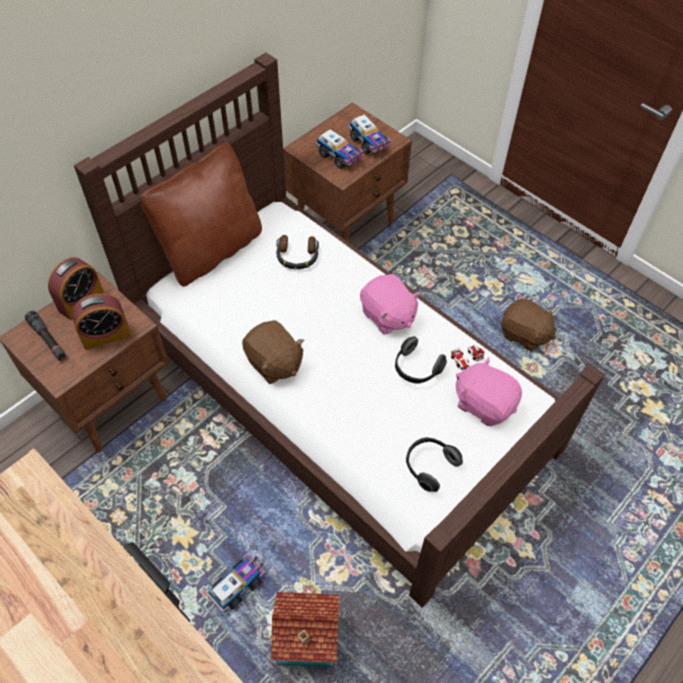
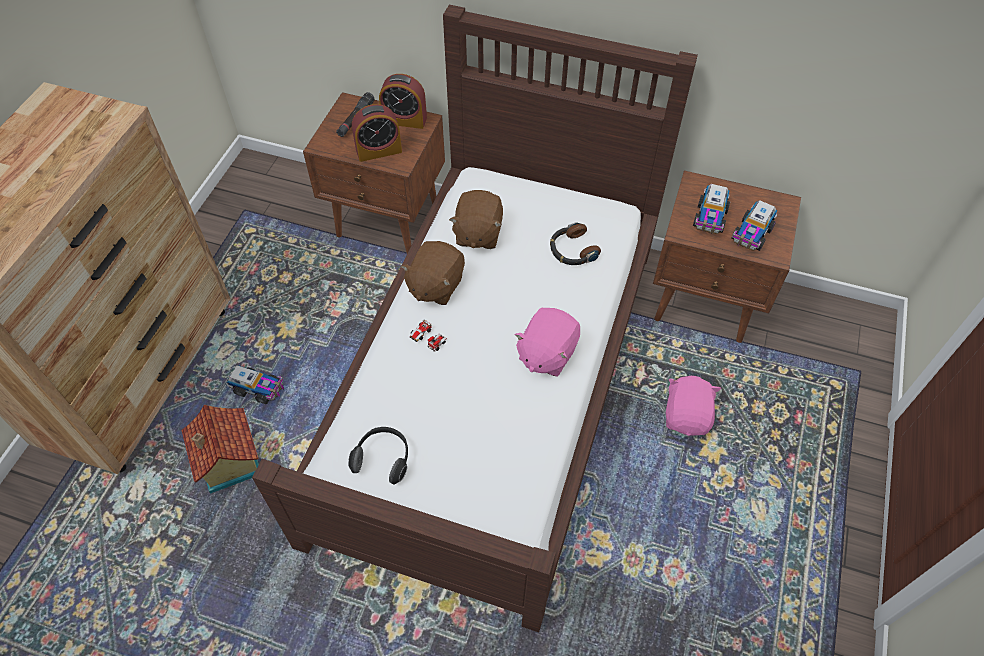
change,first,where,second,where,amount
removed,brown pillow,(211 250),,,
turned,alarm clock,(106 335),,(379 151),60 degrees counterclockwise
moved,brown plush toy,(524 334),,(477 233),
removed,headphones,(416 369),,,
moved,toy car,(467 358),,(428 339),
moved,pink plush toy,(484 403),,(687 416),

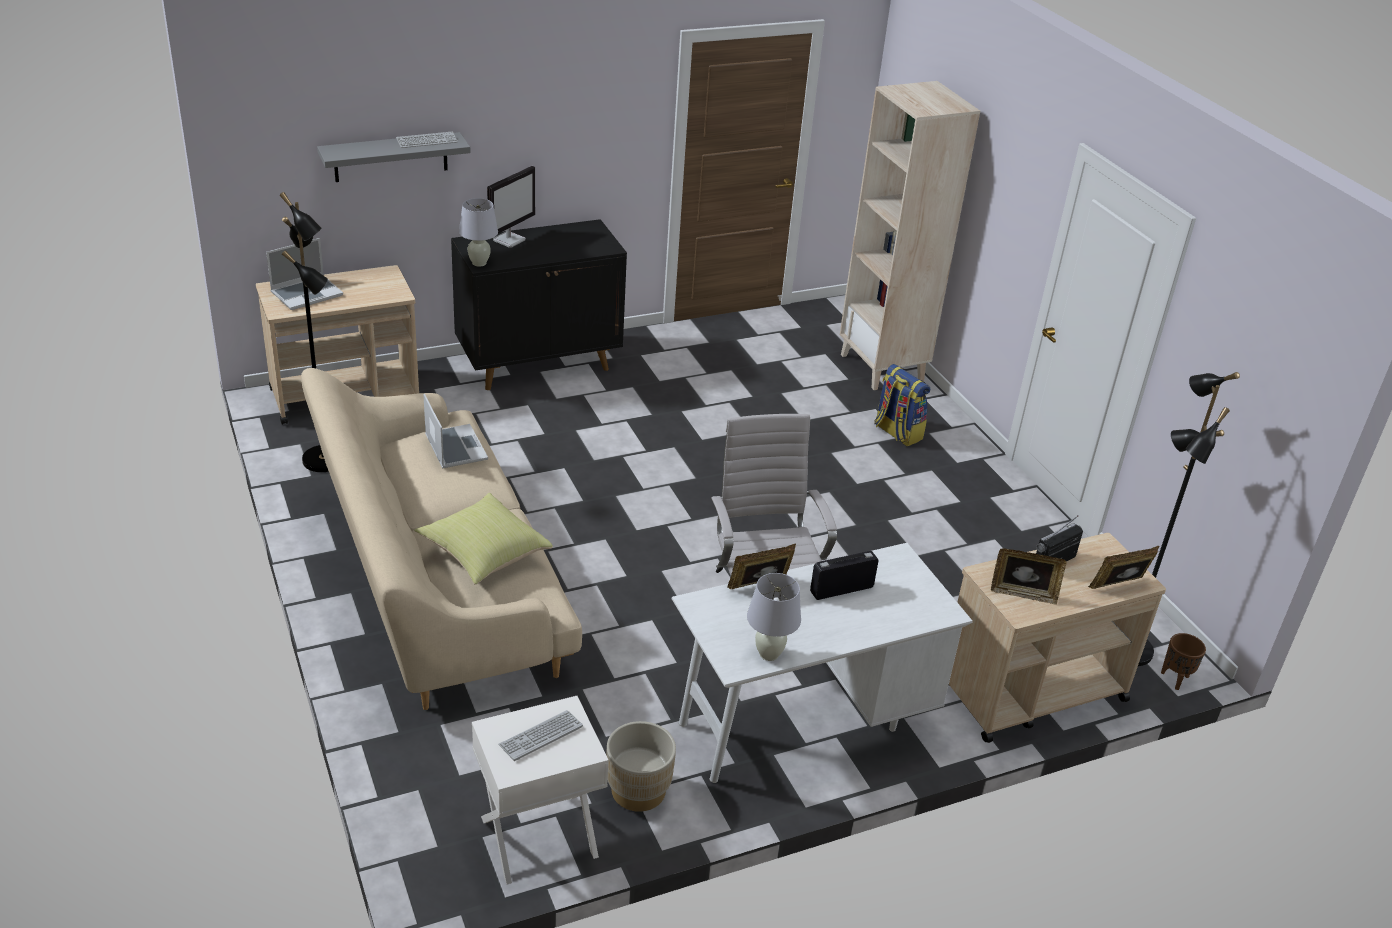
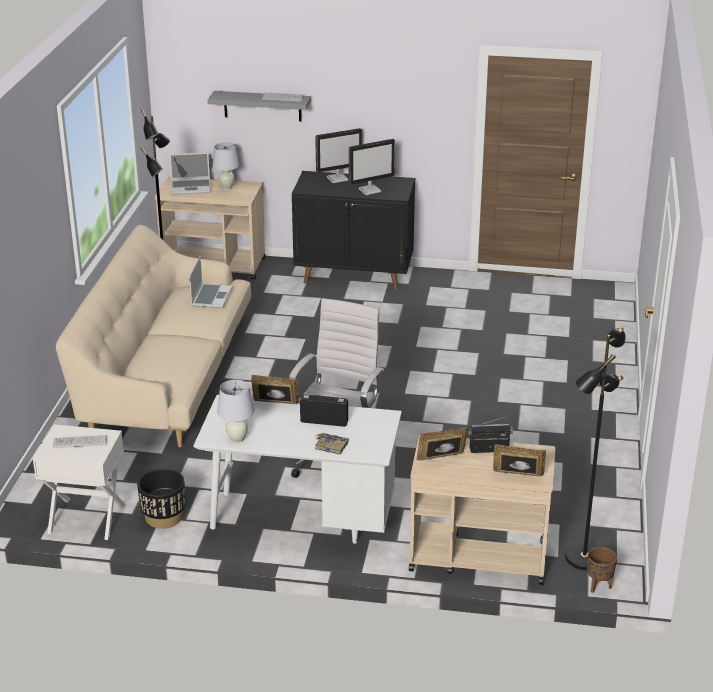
change,first,where,second,where,amount
removed,beige bookcase,(882 368),,,
moved,white table lamp,(479 263),,(227 187),
removed,backpack,(897 432),,,
removed,yellow pillow,(483 554),,,
turned,picture frame,(1023 594),,(441 459),120 degrees clockwise
recoloured,beige planter,(638 791),black planter,(164 517),
added,,,monitor,(370 190),
added,,,book,(331 445),

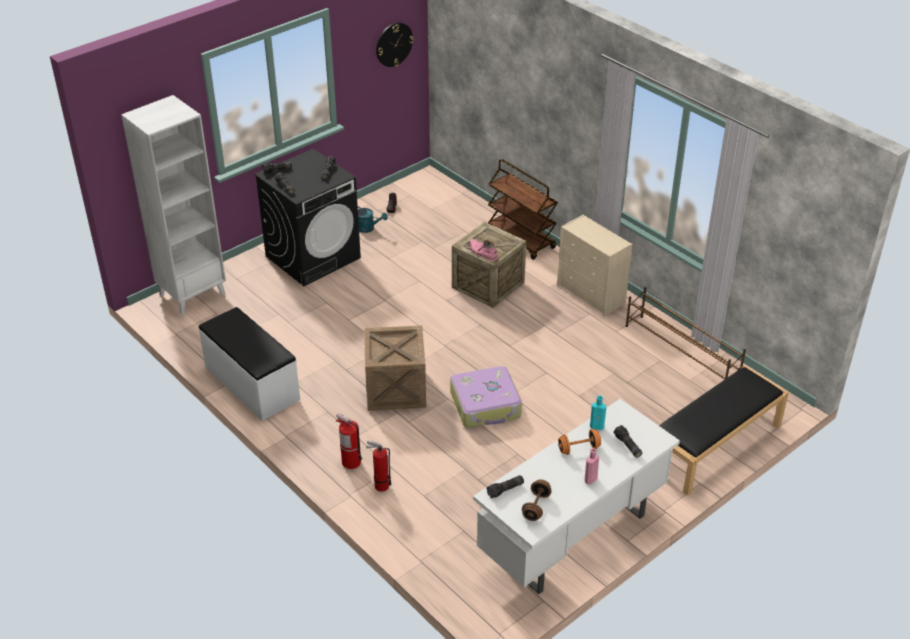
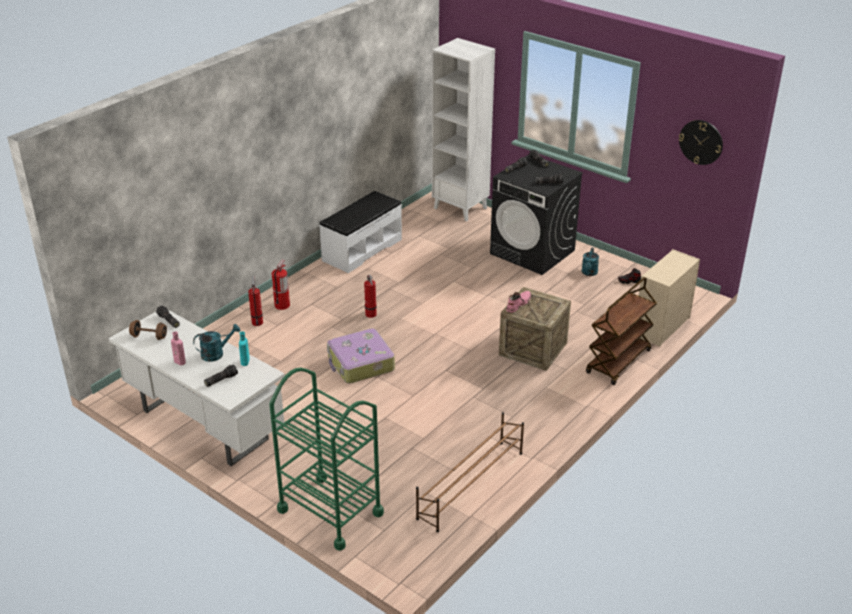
change,first,where,second,where,amount
moved,beige dresser,(591 295),,(661 327),
replaced,crate,(396 389),fire extinguisher,(371 315),
replaced,black bench,(714 445),green cart,(330 512),
replaced,orange dumbbell,(578 449),turquoise watering can,(216 353),

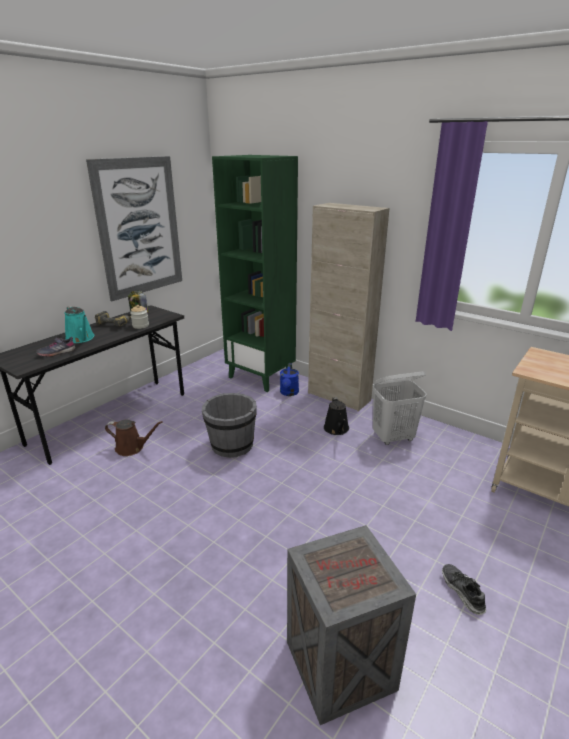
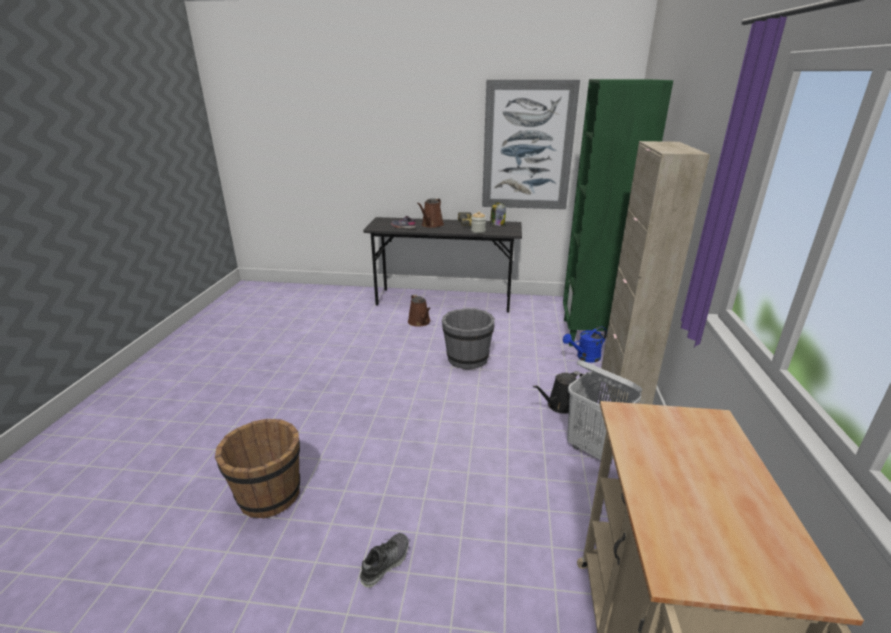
change,first,where,second,where,amount
recoloured,turquoise watering can,(81 339),brown watering can,(431 225),
replaced,crate,(337 664),brown bucket,(269 495),

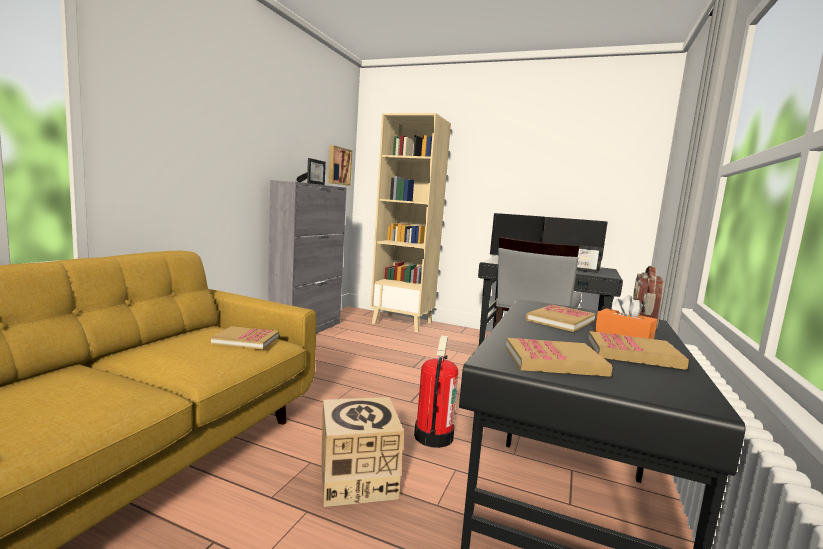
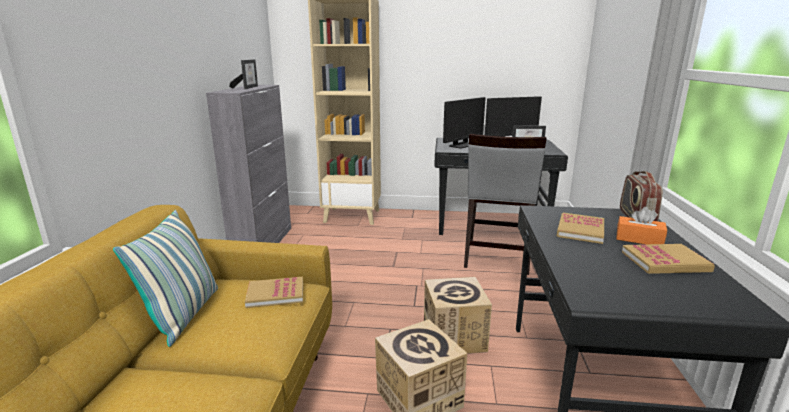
change,first,where,second,where,amount
removed,picture,(338 166),,,
replaced,fire extinguisher,(433 436),cardboard box,(454 337),
removed,book,(554 361),,,
added,,,pillow,(183 315),

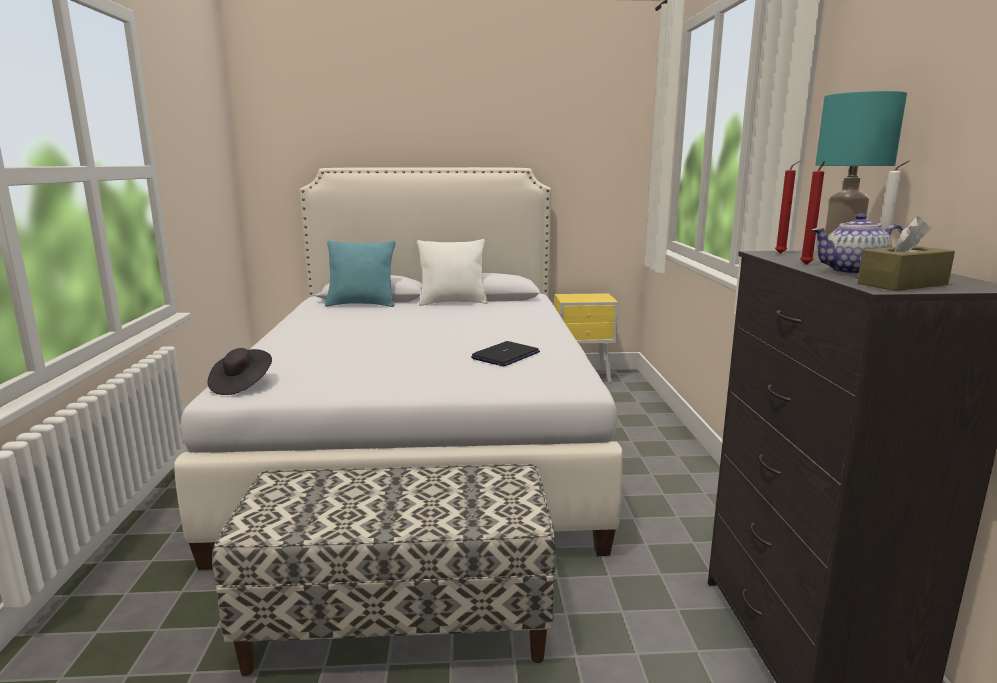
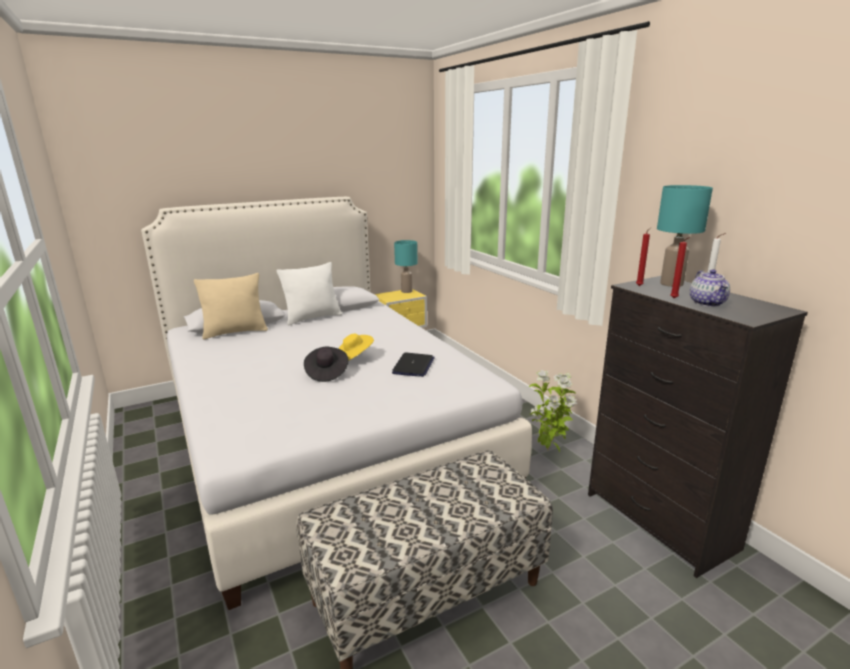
change,first,where,second,where,amount
turned,teapot,(853 272),,(707 303),60 degrees counterclockwise
removed,brown tissue box,(902 284),,,
recoloured,turquoise pillow,(361 304),beige pillow,(235 332),
moved,black hat,(241 385),,(326 373),
added,,,turquoise table lamp,(406 291),
added,,,yellow hat,(354 357),
added,,,potted plant,(549 451),

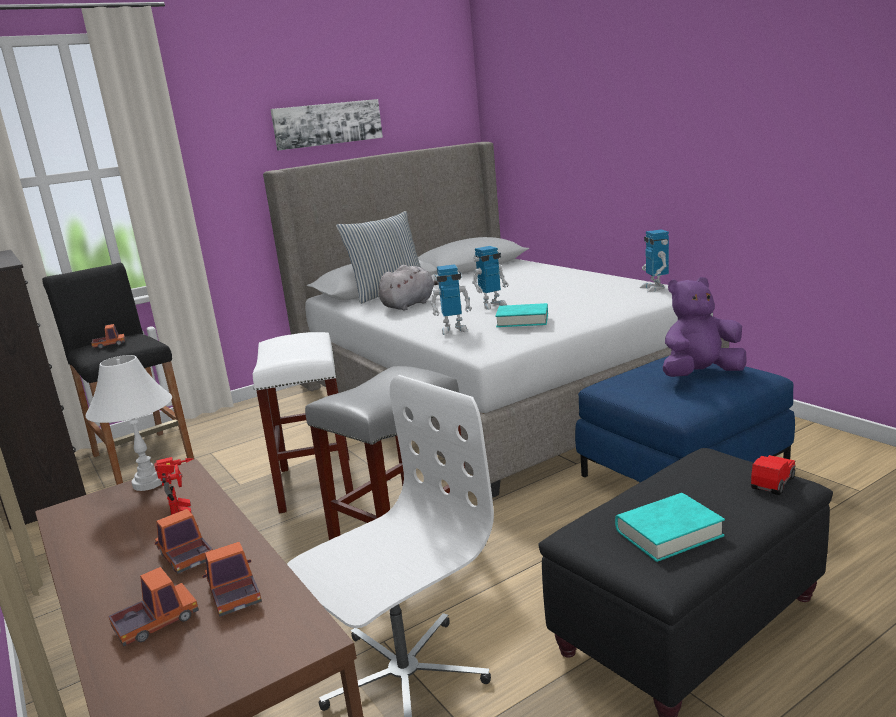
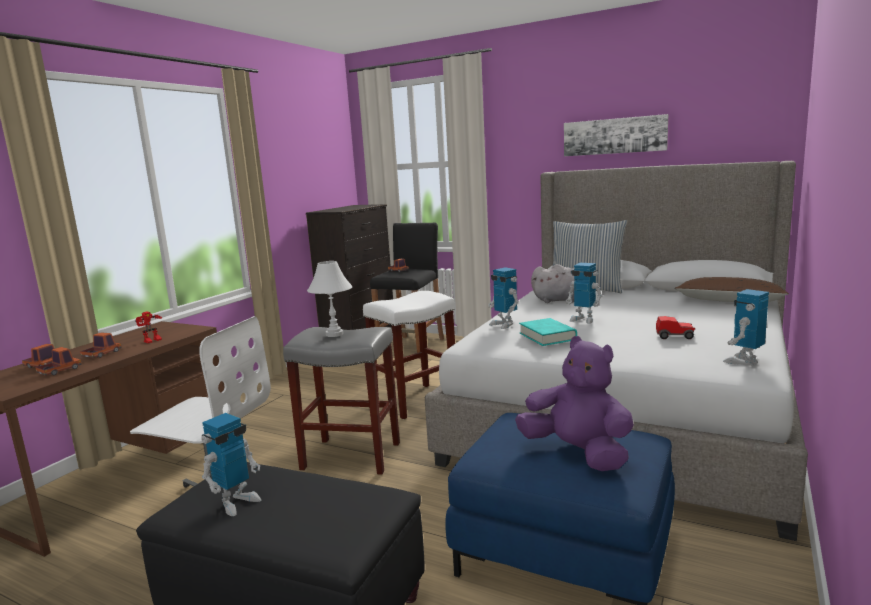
change,first,where,second,where,amount
moved,white table lamp,(148 483),,(334 334),
moved,toy car,(773 483),,(674 336),
replaced,turquoise book,(668 533),toy robot,(236 502),
added,,,brown pillow,(729 301),

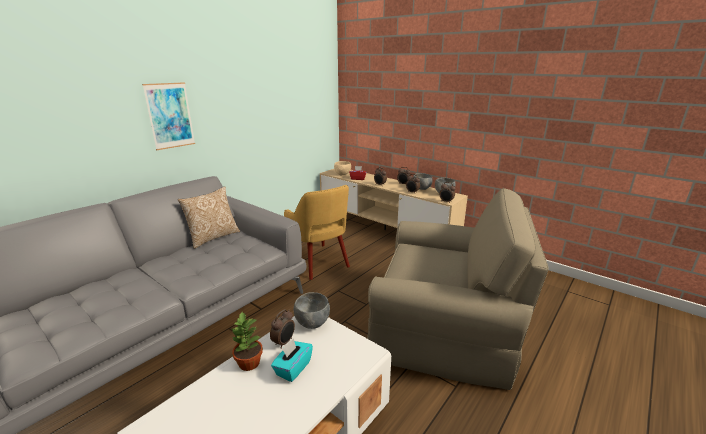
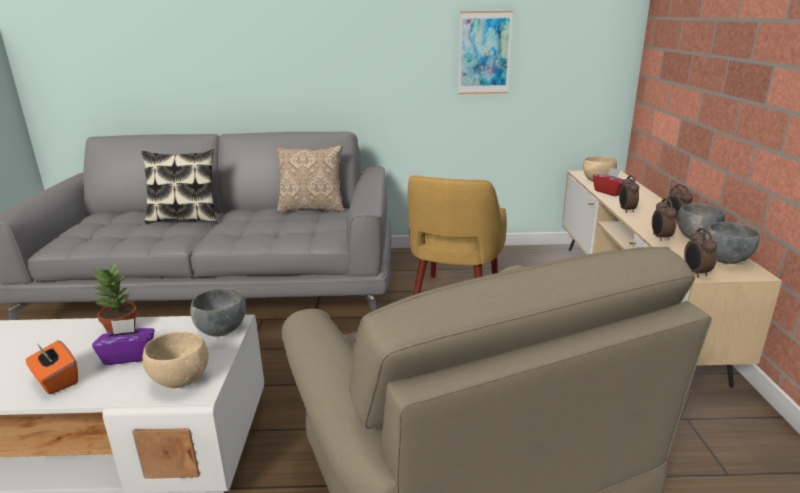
change,first,where,second,where,amount
moved,picture,(170 116),,(484 53),
removed,alarm clock,(284 342),,,
recoloured,turquoise tissue box,(293 368),purple tissue box,(129 356),
added,,,pillow,(185 218),
added,,,beige bowl,(180 381),
added,,,orange tissue box,(56 380),

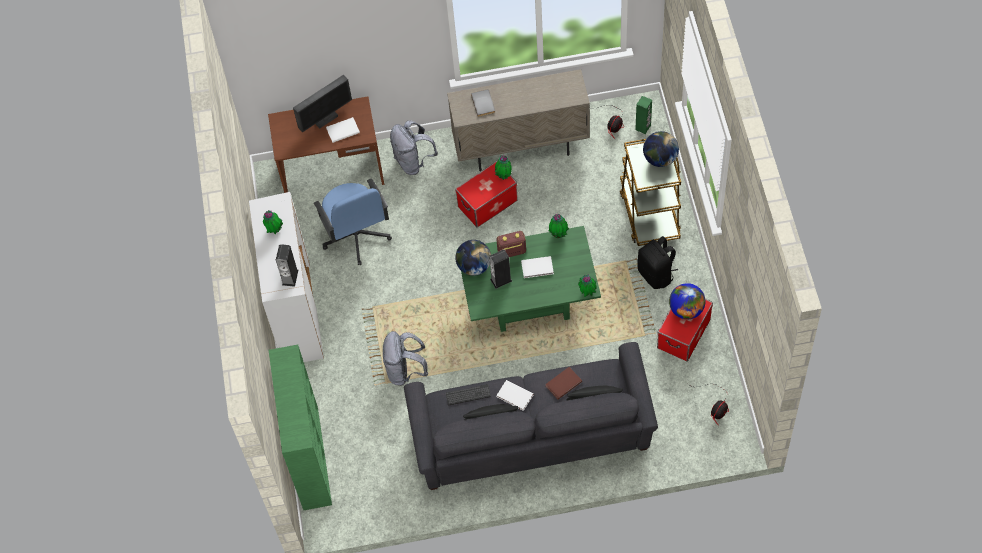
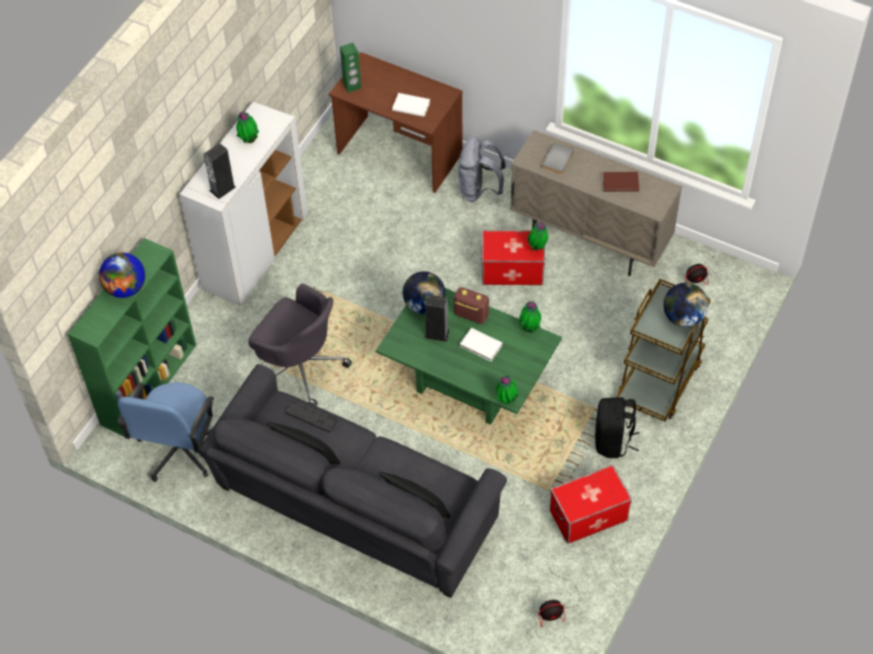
change,first,where,second,where,amount
removed,monitor,(326 119),,,
moved,green speaker,(643 127),,(352 86),
moved,blue office chair,(356 236),,(179 449),
moved,globe,(686 310),,(126 288),
replaced,grey backpack,(405 371),grey office chair,(299 367),
moved,brown book,(562 383),,(620 182),
removed,white book,(515 396),,,

